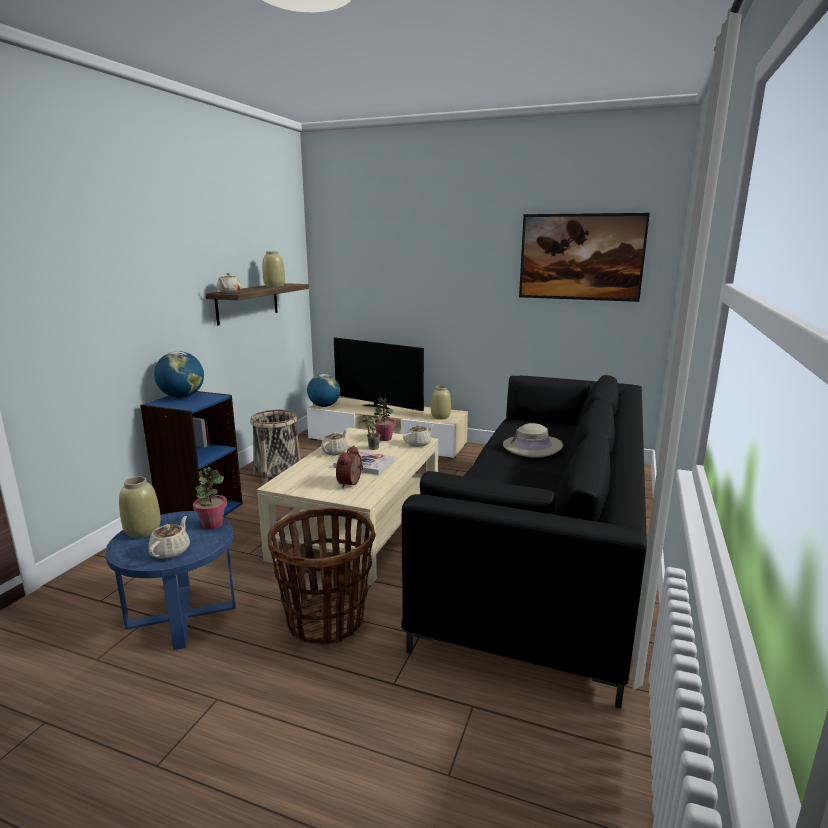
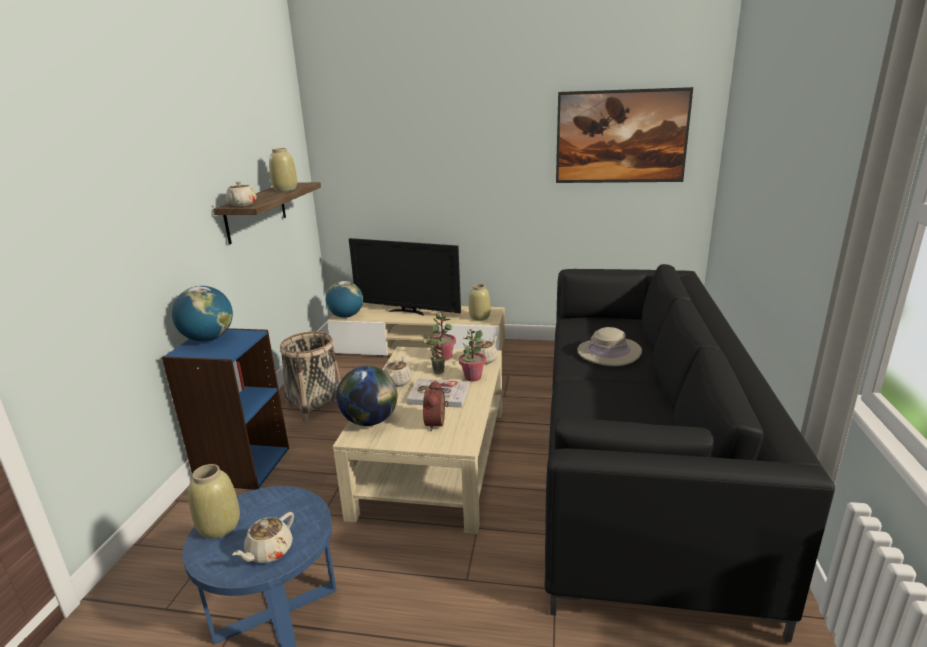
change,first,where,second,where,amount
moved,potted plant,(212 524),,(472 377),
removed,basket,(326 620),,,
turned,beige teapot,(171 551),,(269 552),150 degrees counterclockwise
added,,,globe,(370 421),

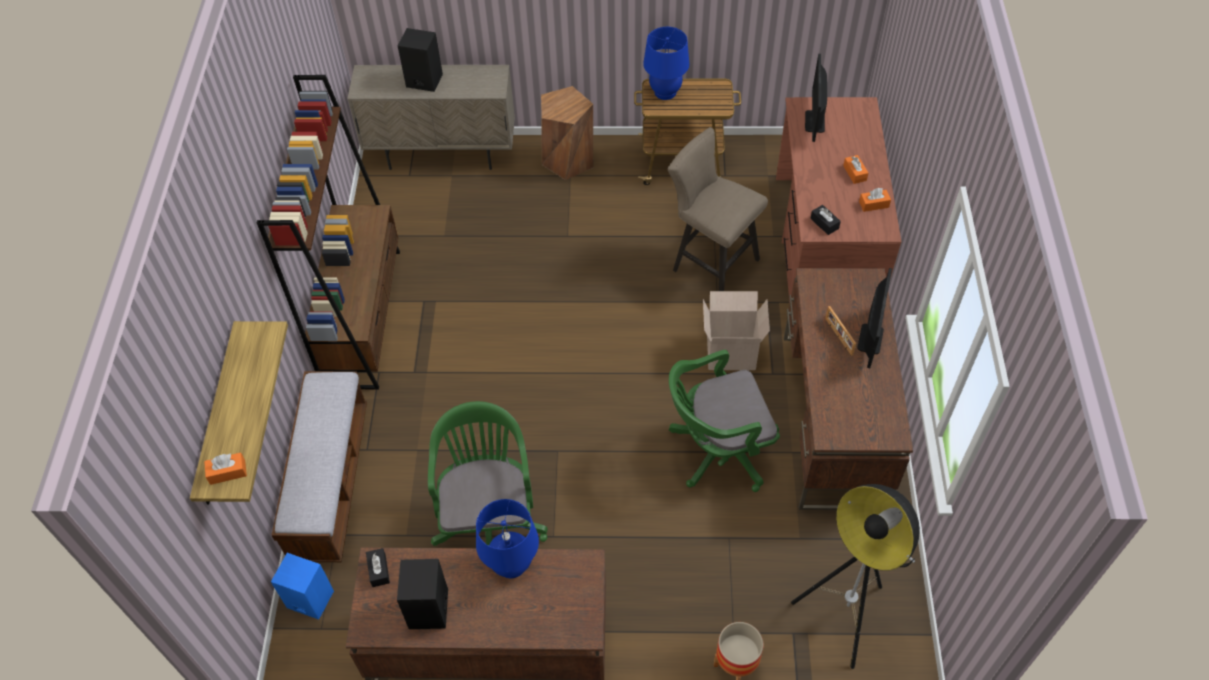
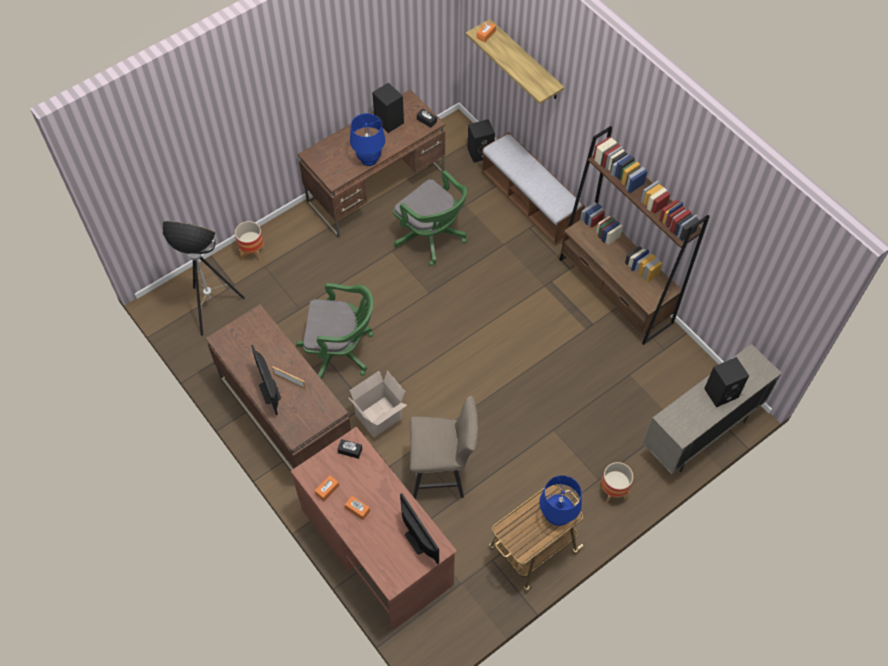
change,first,where,second,where,amount
replaced,brown stool,(568 160),planter,(613 492),
turned,green office chair,(717 450),,(341 351),60 degrees clockwise
recoloured,blue speaker,(309 600),black speaker,(480 152),

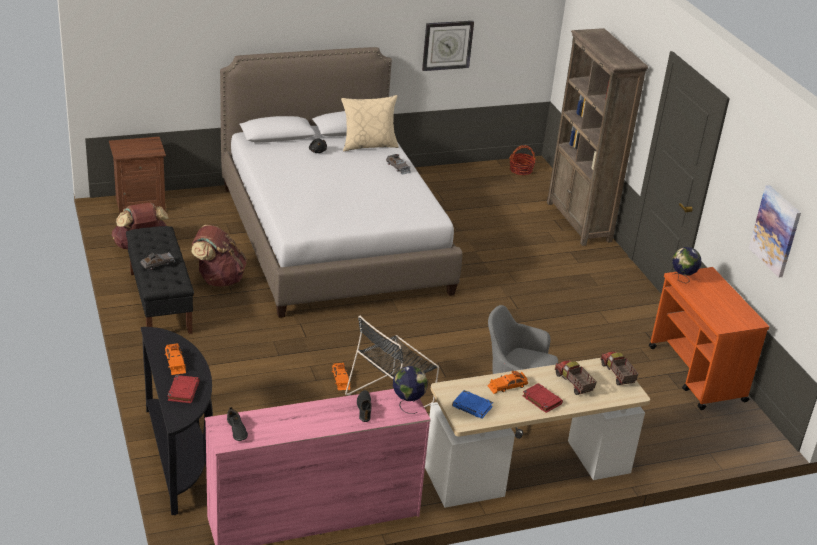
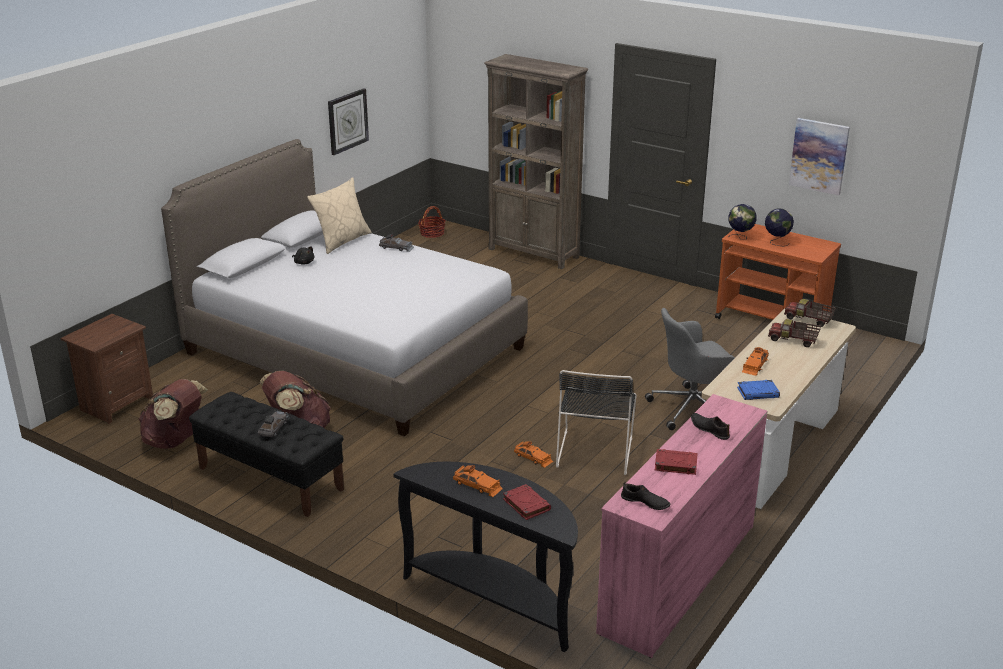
change,first,where,second,where,amount
moved,globe,(408 404),,(776 242),
moved,red book,(541 400),,(675 464),

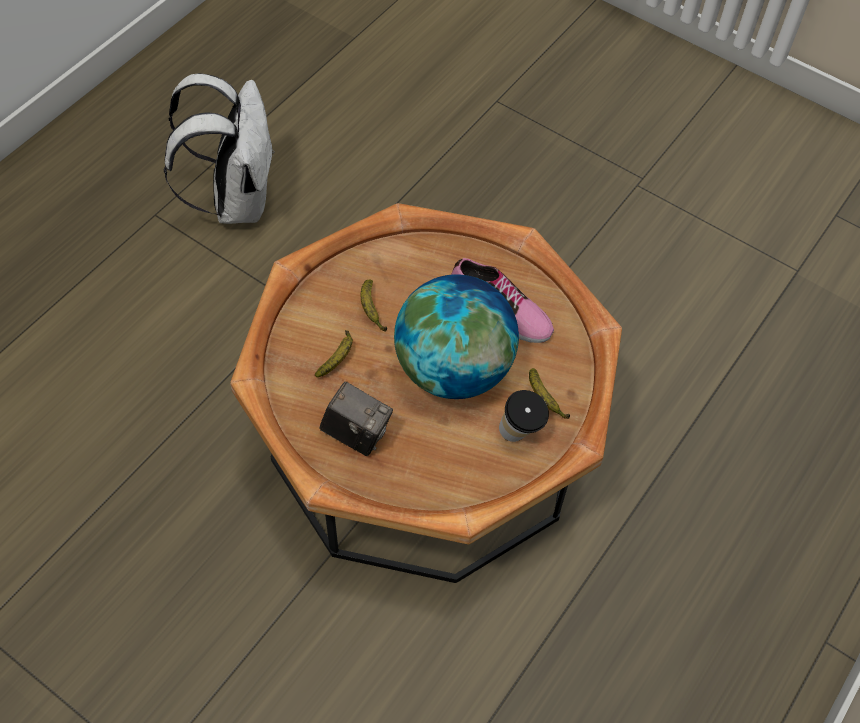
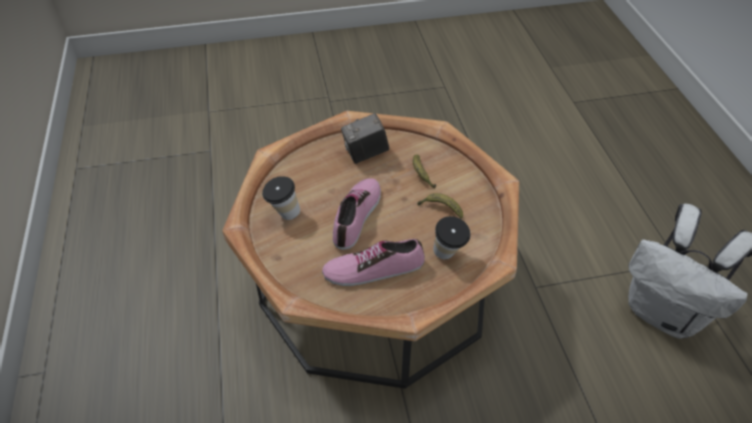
change,first,where,second,where,amount
replaced,globe,(453 369),shoe,(357 216),
removed,banana,(544 398),,,
added,,,cup,(448 256),

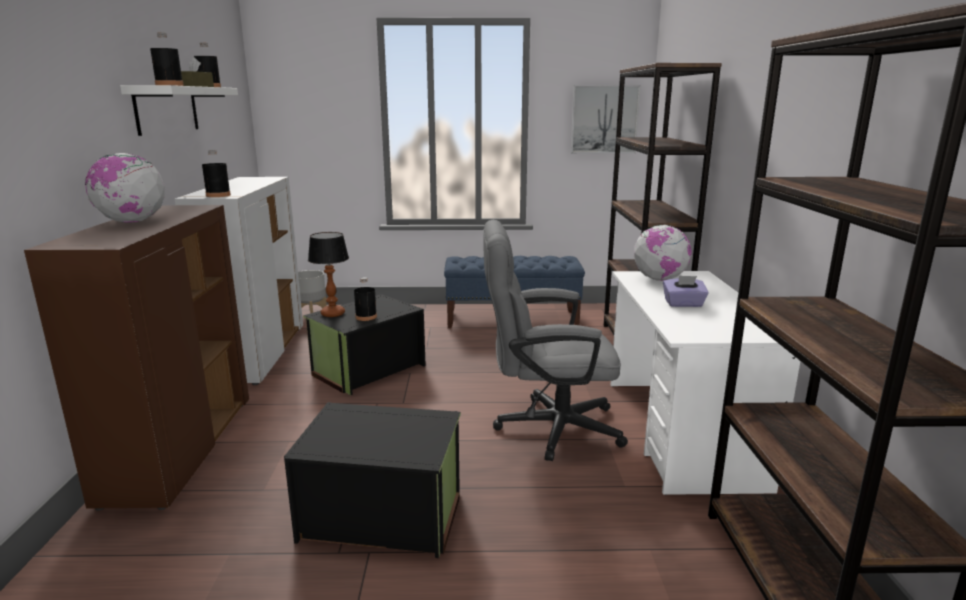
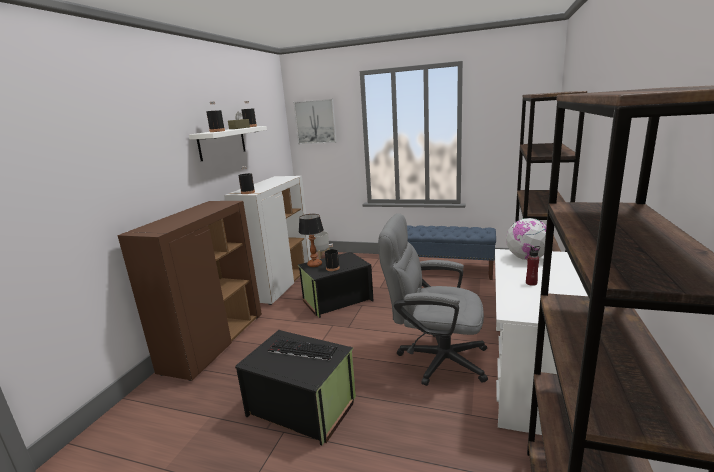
change,first,where,second,where,amount
moved,picture,(604 119),,(315 122),
removed,globe,(131 222),,,
replaced,purple tissue box,(683 304),red bottle,(531 283),
added,,,keyboard,(301 350),

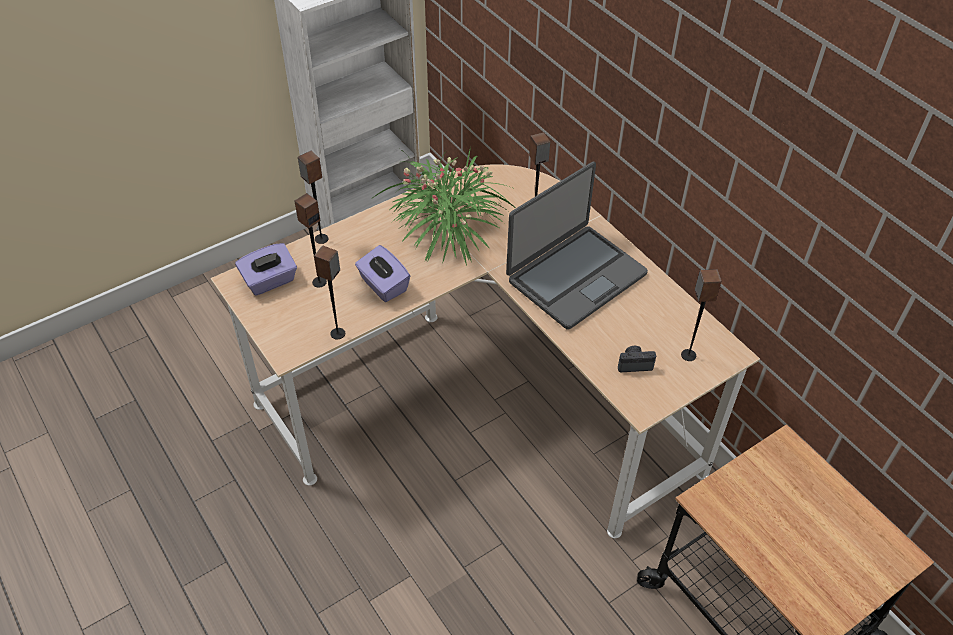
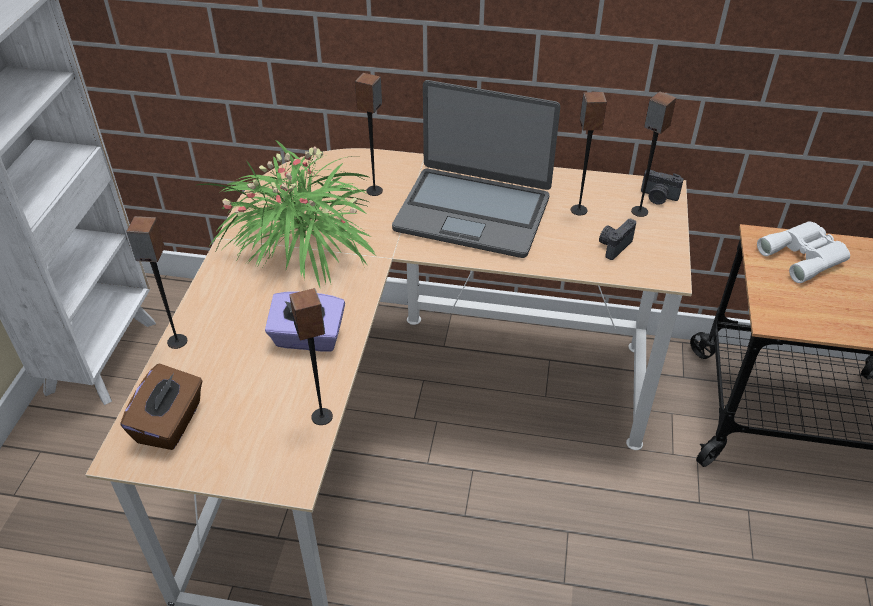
change,first,where,second,where,amount
turned,laptop,(575 276),,(473 212),105 degrees clockwise
moved,speaker,(319 282),,(578 210),
recoloured,purple tissue box,(270 281),brown tissue box,(170 423),
added,,,photo camera,(658 197),
added,,,white binoculars,(805 256),

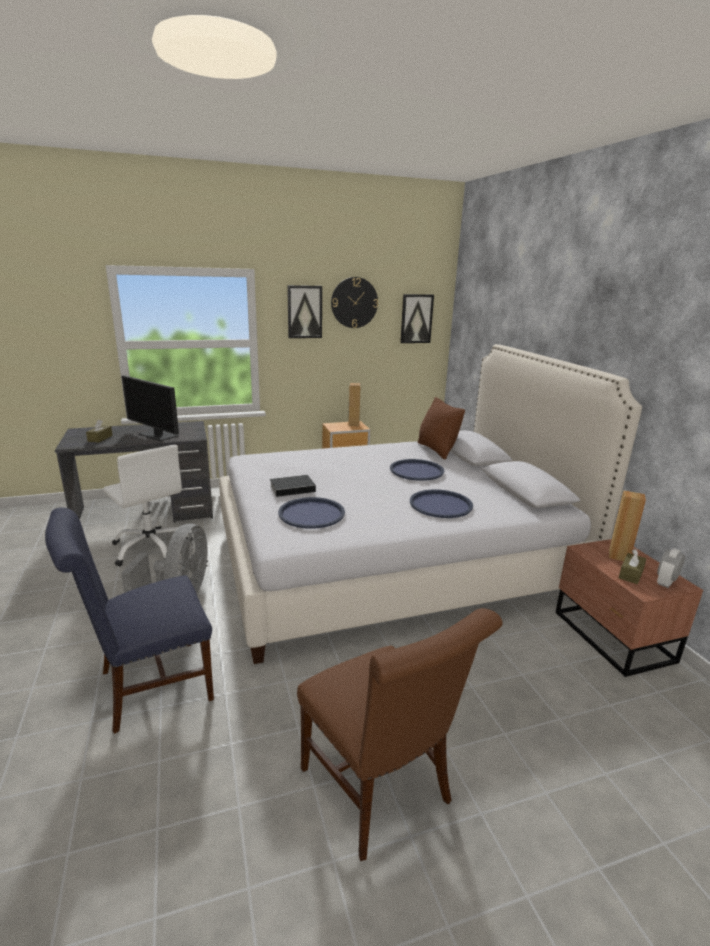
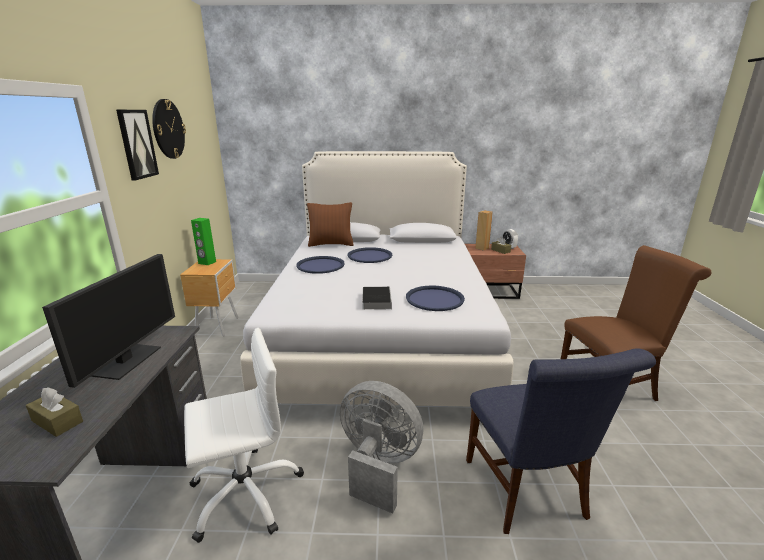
change,first,where,second,where,amount
removed,picture,(416 318),,,
turned,monitor,(158 435),,(125 360),45 degrees counterclockwise
recoloured,brown speaker,(353 424),green speaker,(207 262),
moved,blue tray,(440 505),,(320 265),

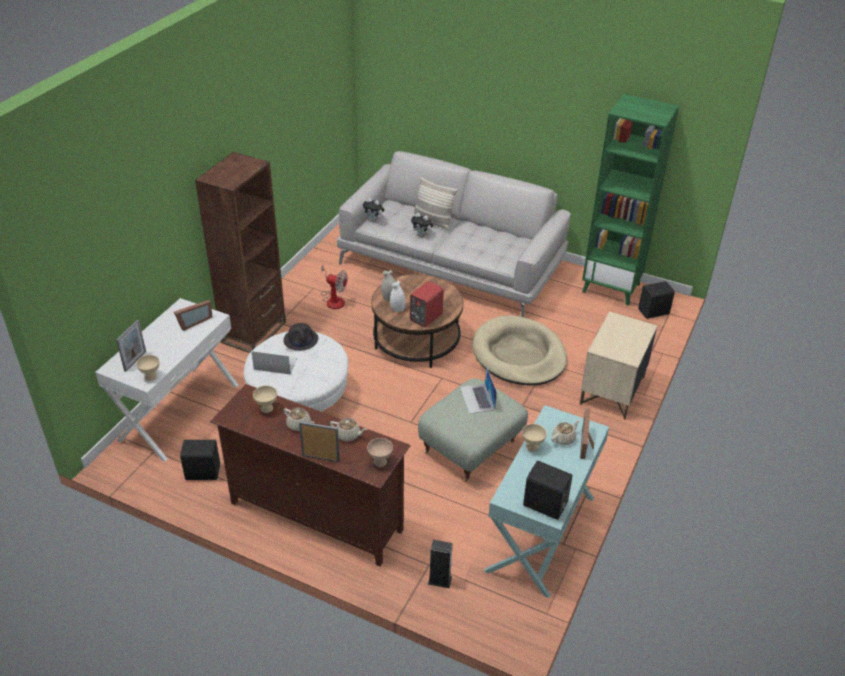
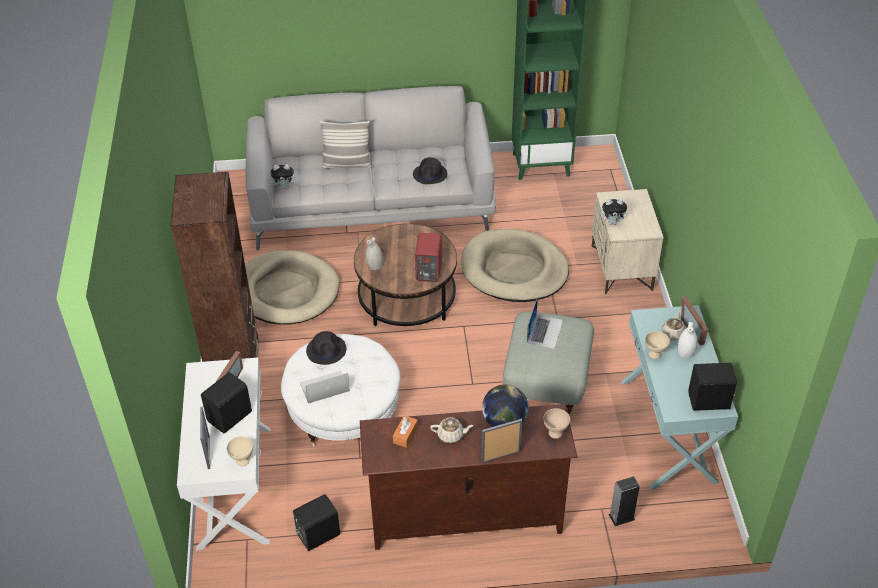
change,first,where,second,where,amount
moved,plush toy,(422 235),,(612 222),
replaced,fan,(333 299),beige dog bed,(286 291),
moved,white vase,(397 308),,(685 353),
moved,black speaker,(654 312),,(231 417),
turned,laptop,(477 398),,(544 331),120 degrees counterclockwise
replaced,beige bowl,(266 409),orange tissue box,(405 435),
replaced,beige teapot,(348 435),globe,(504 422),
added,,,black hat,(430 174),

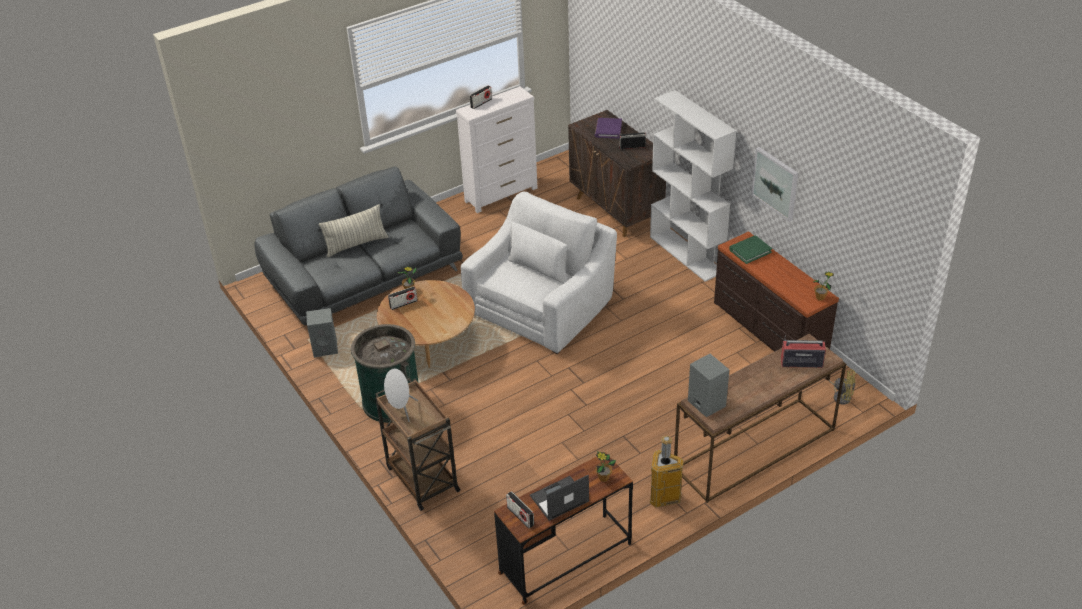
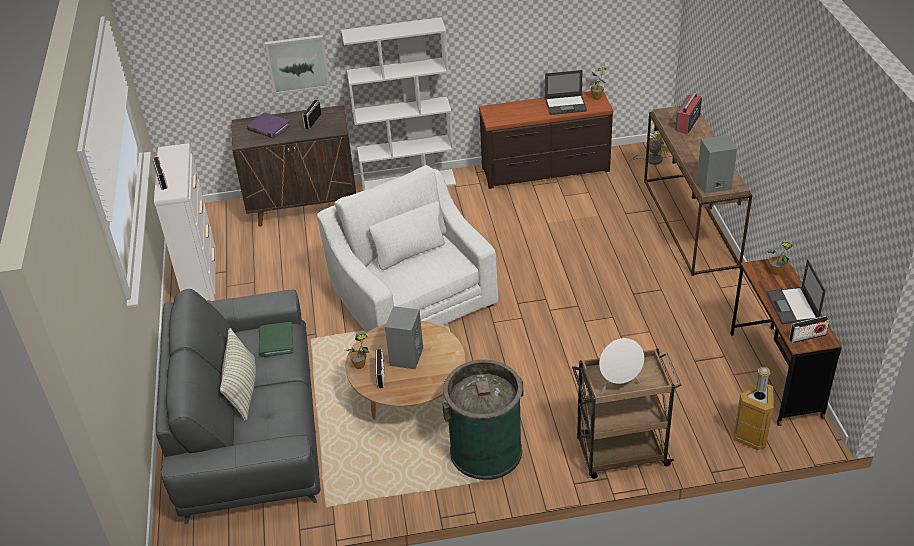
change,first,where,second,where,amount
moved,picture,(775 183),,(298 64),
moved,green book,(750 251),,(276 341),
moved,grey speaker,(326 348),,(406 356),
moved,trash can,(664 498),,(752 436),
added,,,laptop,(566 105),

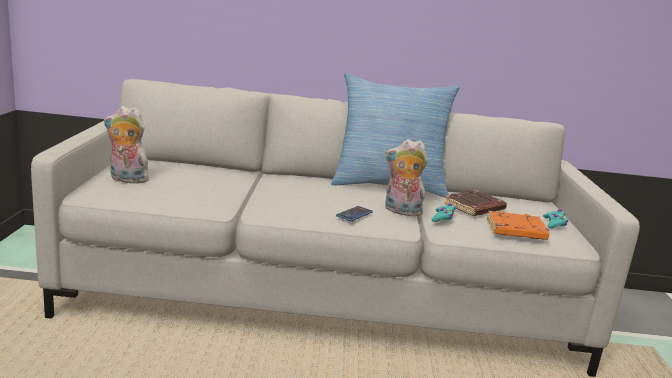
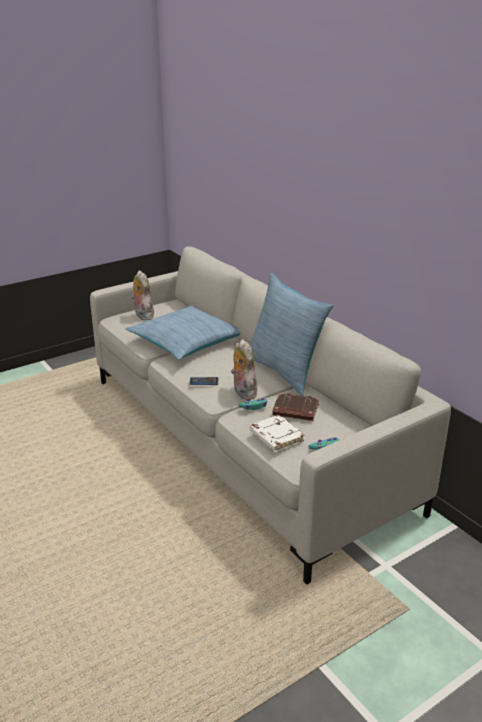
change,first,where,second,where,amount
recoloured,orange book,(515 231),white book,(275 437),
added,,,pillow,(186 342),

